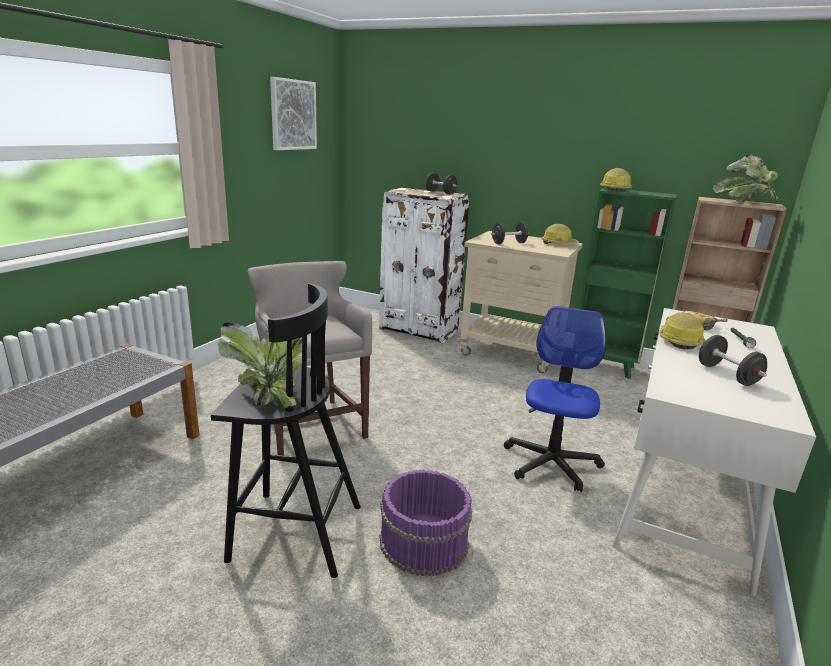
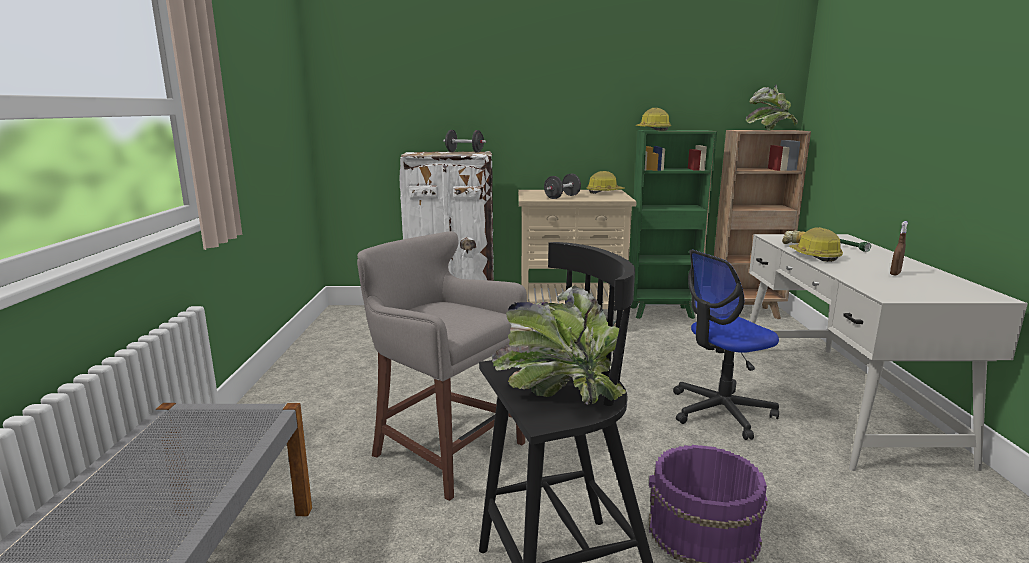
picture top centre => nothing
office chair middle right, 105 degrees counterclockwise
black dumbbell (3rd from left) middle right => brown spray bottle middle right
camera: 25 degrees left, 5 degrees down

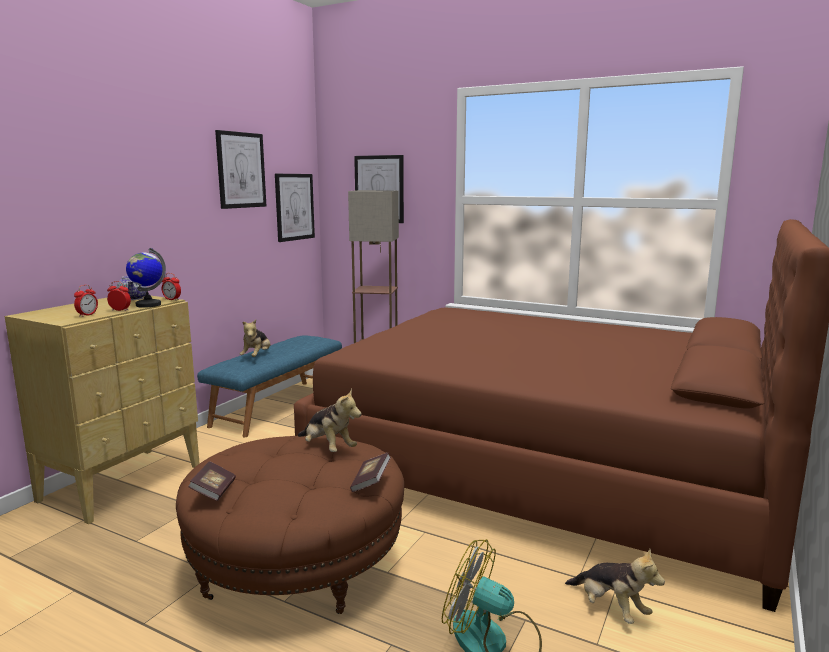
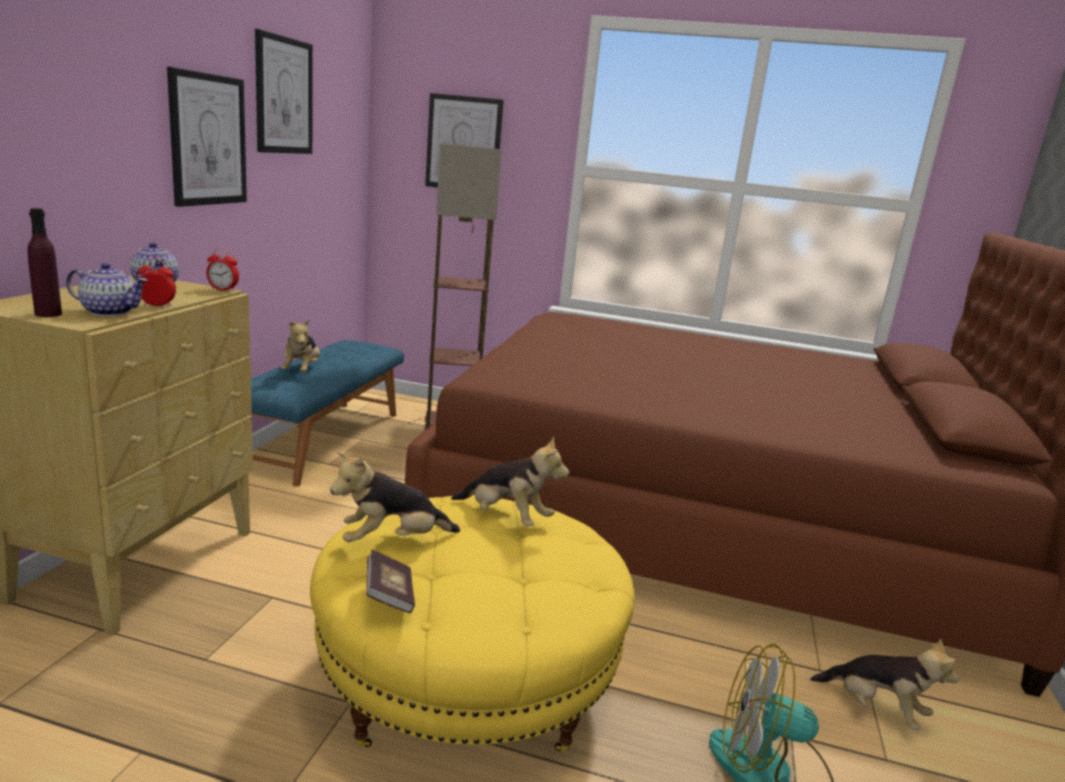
picture (2nd from left in the first image) top centre => picture (1st from left) top left, move
globe middle left => nothing
alarm clock (1st from left) middle left => teapot (1st from left) middle left
brown ottoman bottom centre => yellow ottoman bottom centre
book (2nd from left) bottom centre => nothing
nothing => purple bottle middle left
nothing => plush toy (2nd from left) centre
camera: 15 degrees left, 5 degrees up

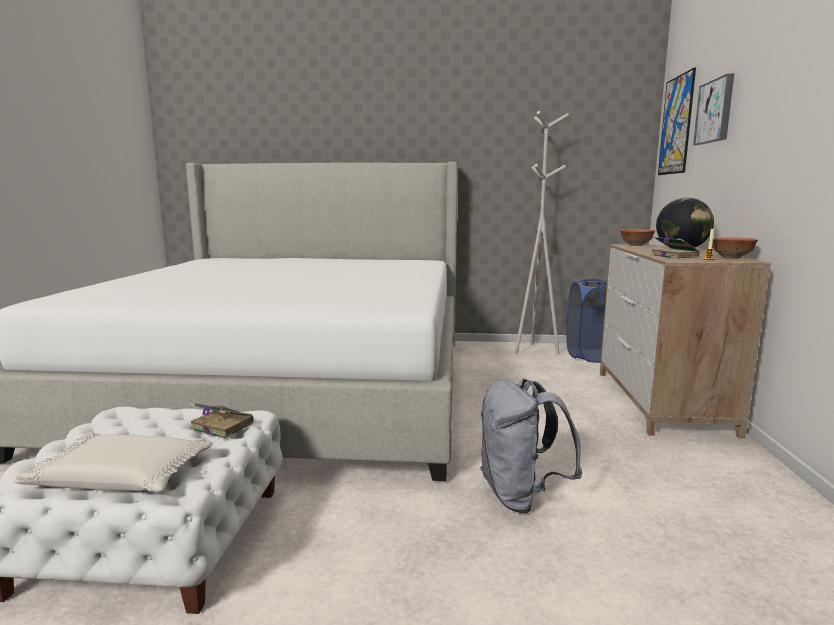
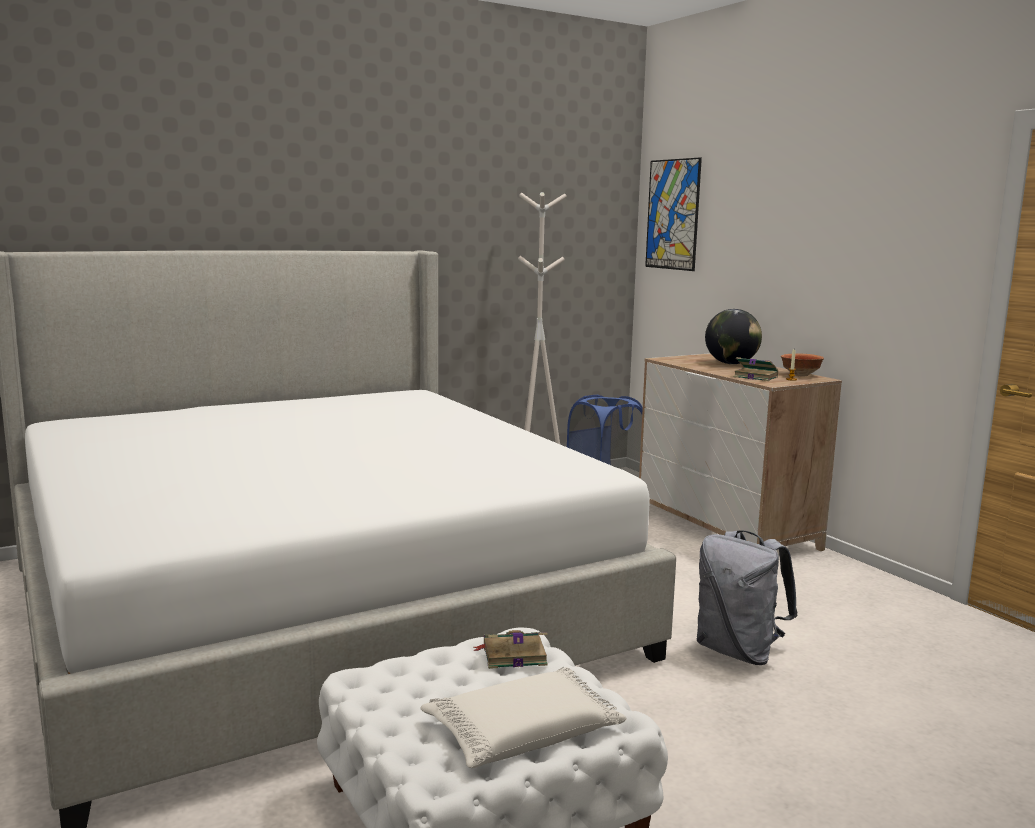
picture (2nd from left) top right => nothing
bowl (1st from left) middle right => nothing
camera: 35 degrees left, 0 degrees up

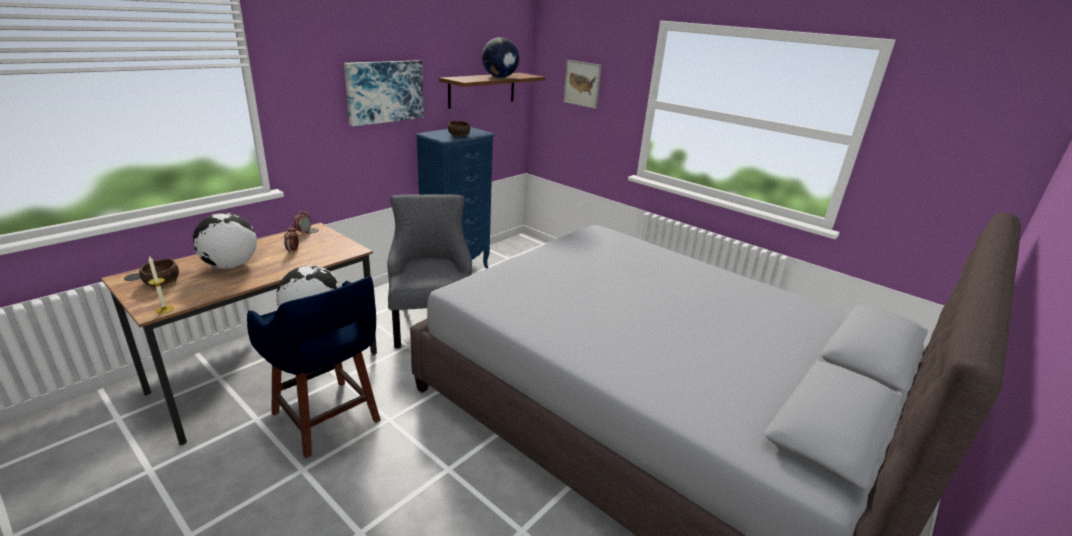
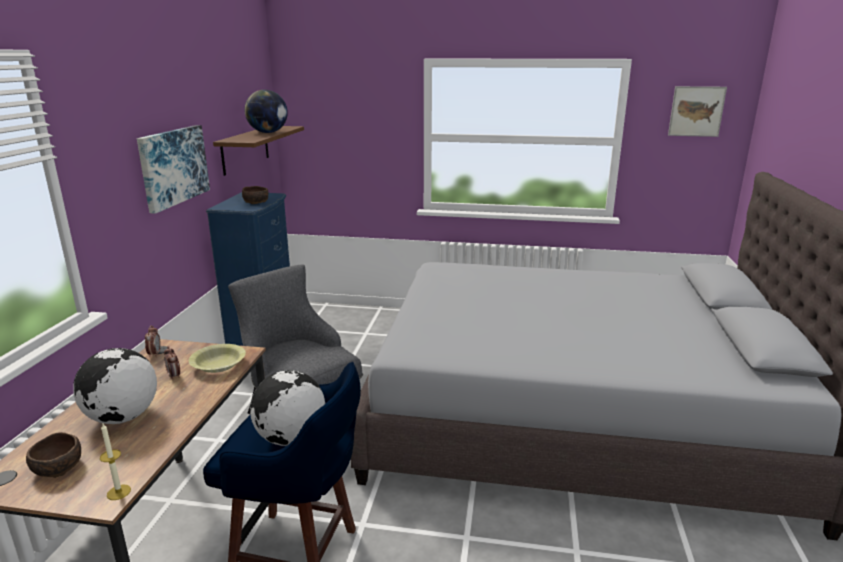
picture (2nd from left) top centre => picture (2nd from left) top right, move
nothing => yellow bowl middle left
camera: 30 degrees left, 5 degrees down

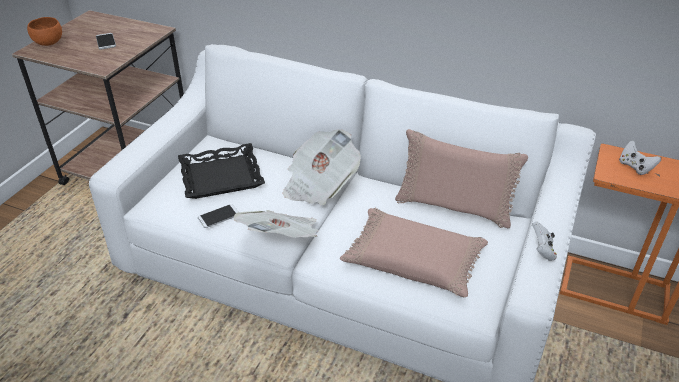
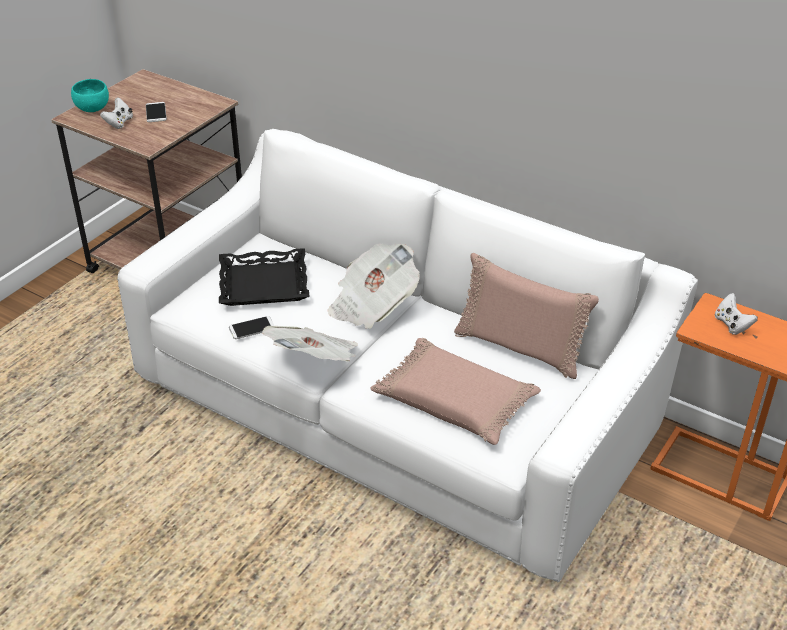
orange bowl top left => turquoise bowl top left
white game controller (1st from left) middle right => white game controller (1st from left) top left, move
camera: 10 degrees right, 0 degrees up

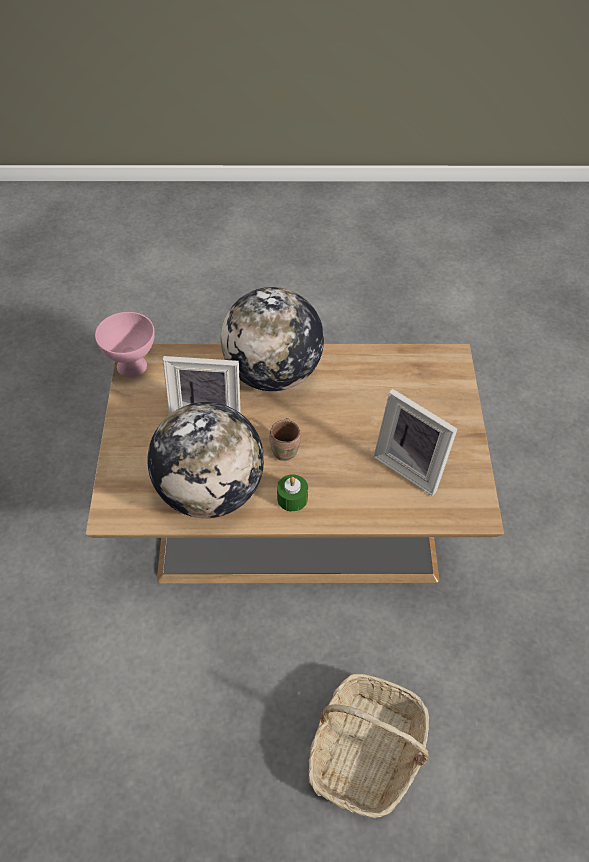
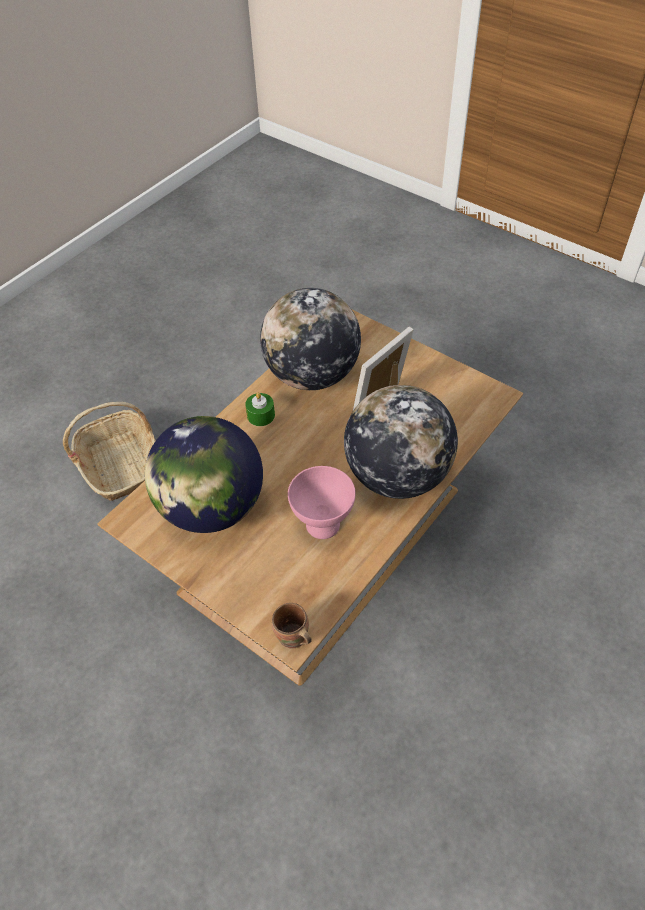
pink bowl middle left => pink bowl centre, move
picture frame (2nd from left) middle right => globe (1st from left) middle left
brown mug centre => brown mug bottom centre, move
camera: 130 degrees right, 0 degrees up

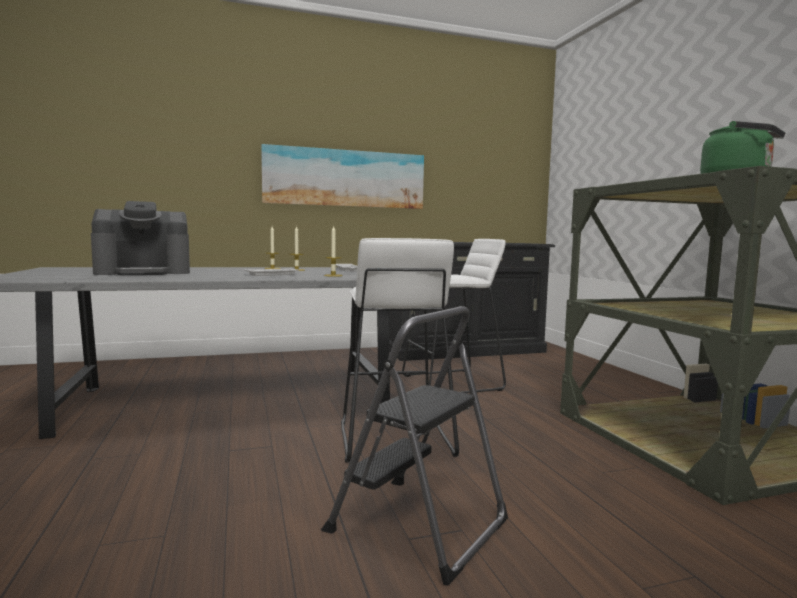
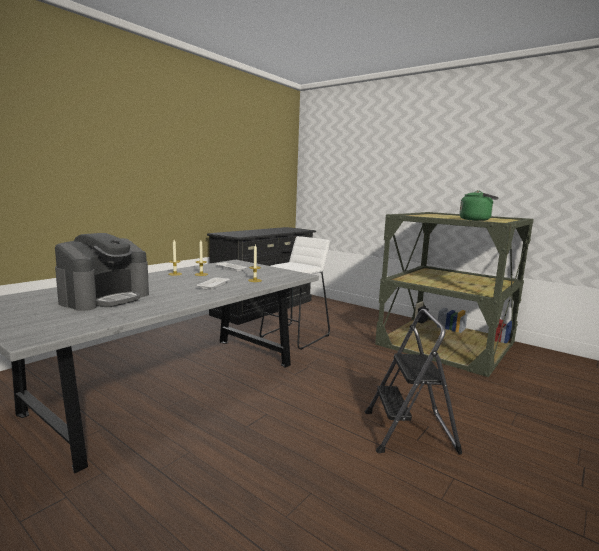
picture top centre => nothing
white stool (1st from left) centre => nothing
camera: 35 degrees left, 5 degrees up

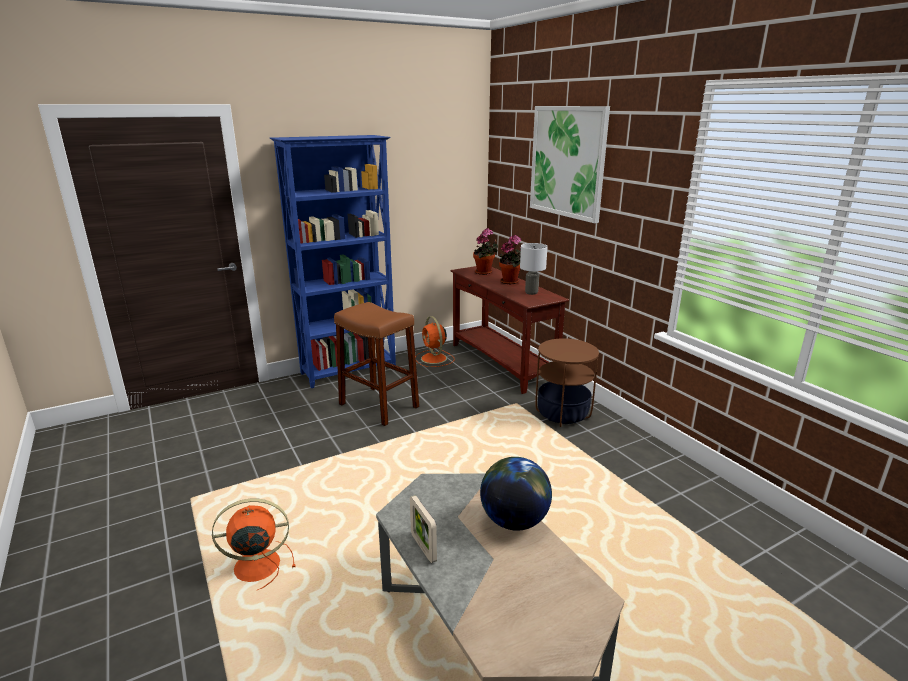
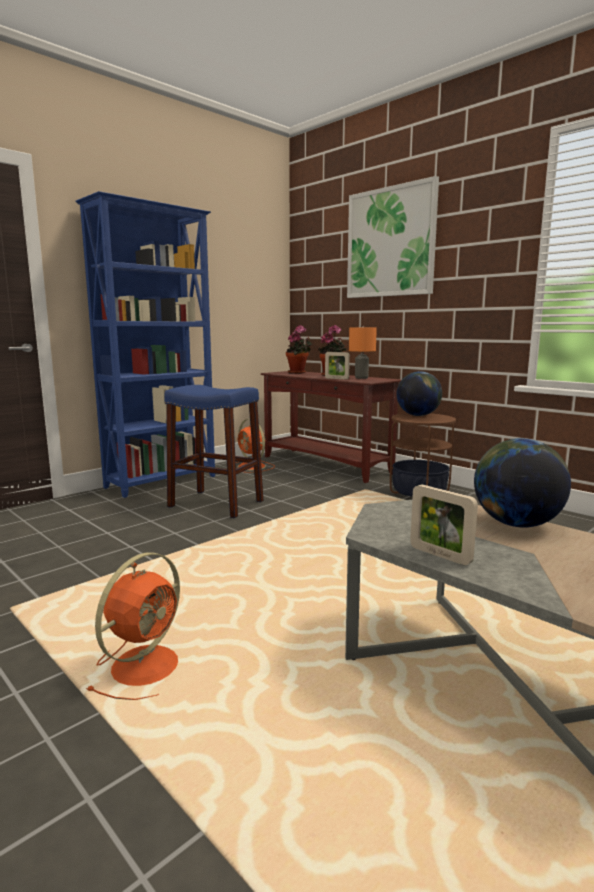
white table lamp centre => orange table lamp centre
brown stool centre => blue stool centre
orange fan (1st from left) bottom left, 150 degrees clockwise
nothing => picture frame (1st from left) centre
nothing => globe (1st from left) middle right
camera: 15 degrees left, 10 degrees down

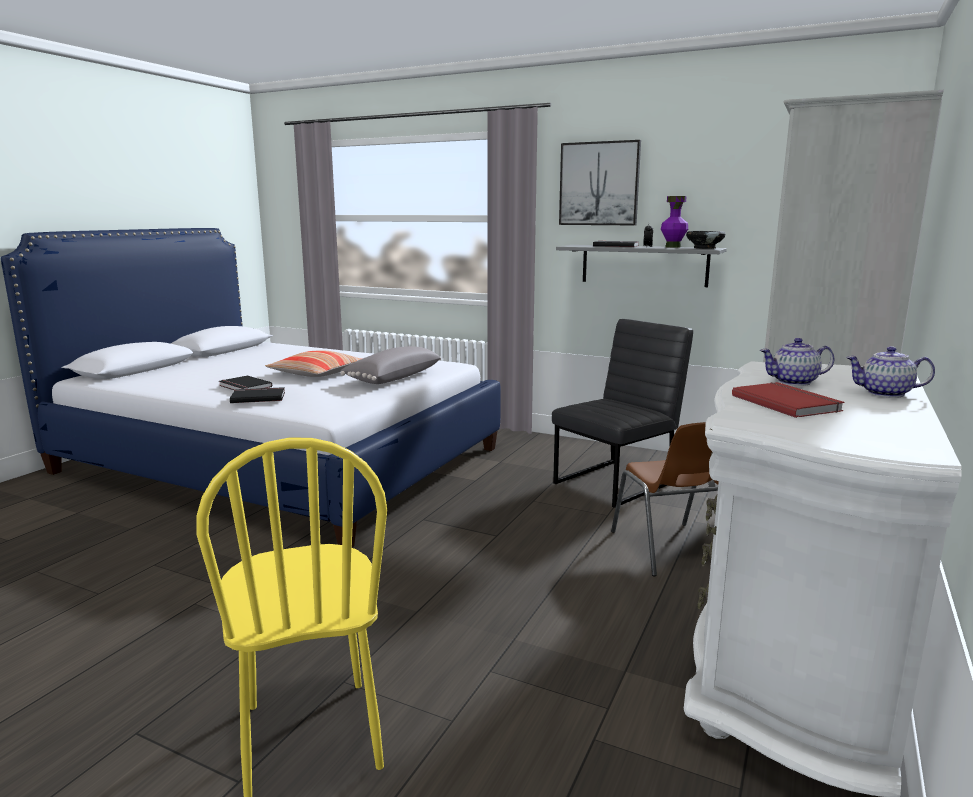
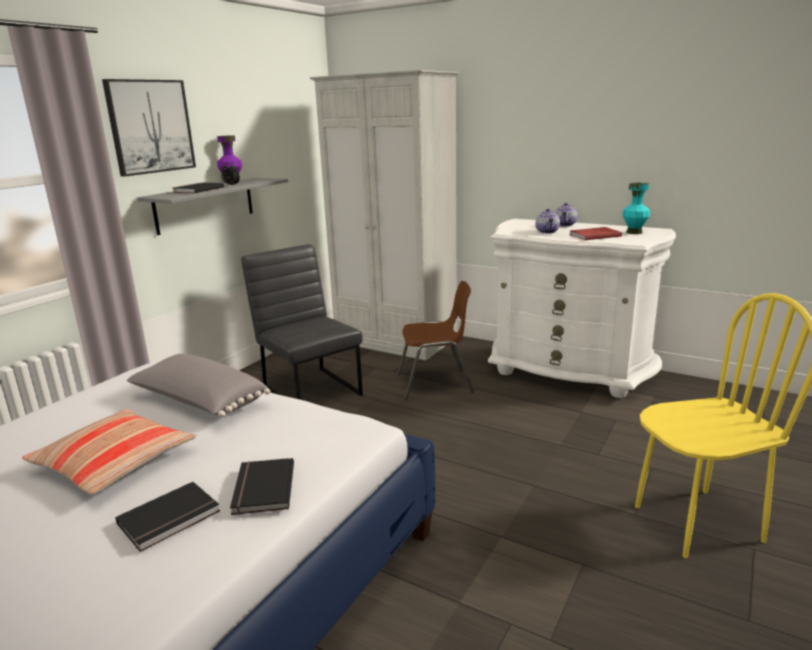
black bowl top right => nothing
nothing => turquoise vase top right
camera: 85 degrees left, 5 degrees up

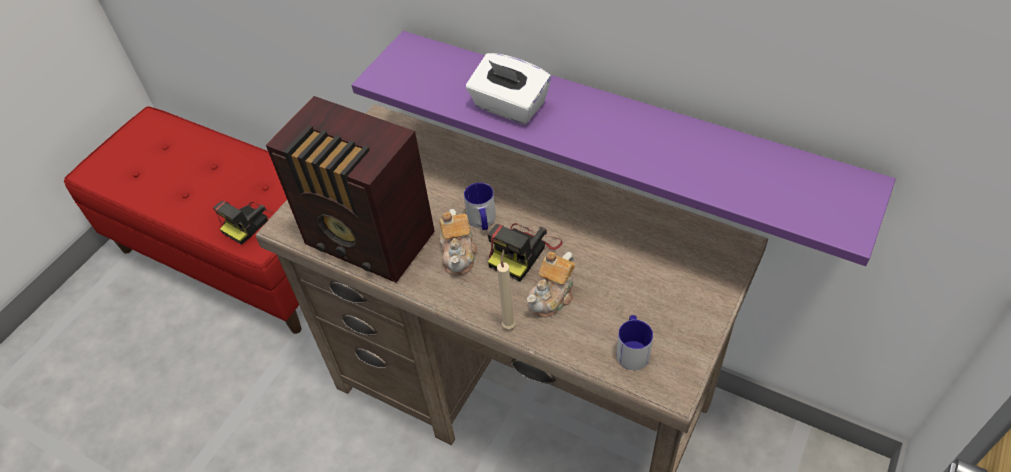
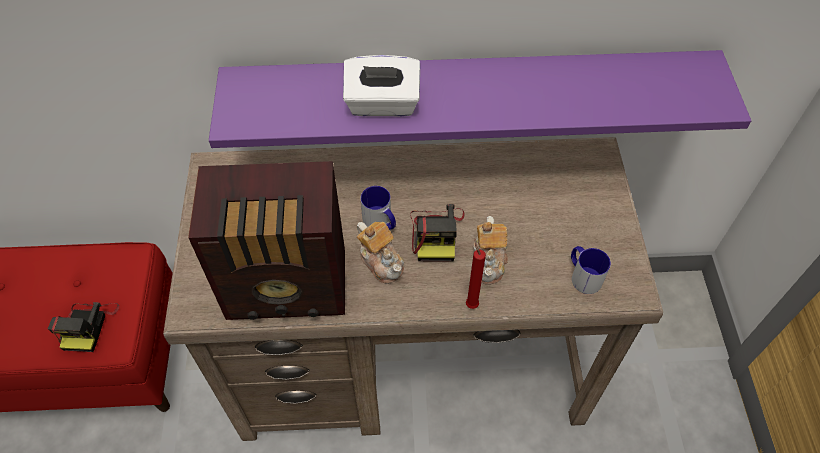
beige candle centre => red candle centre
camera: 35 degrees left, 5 degrees up

